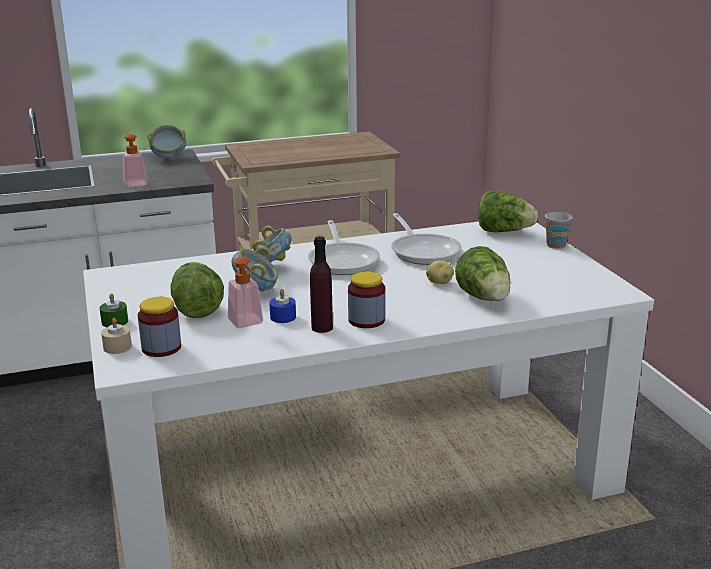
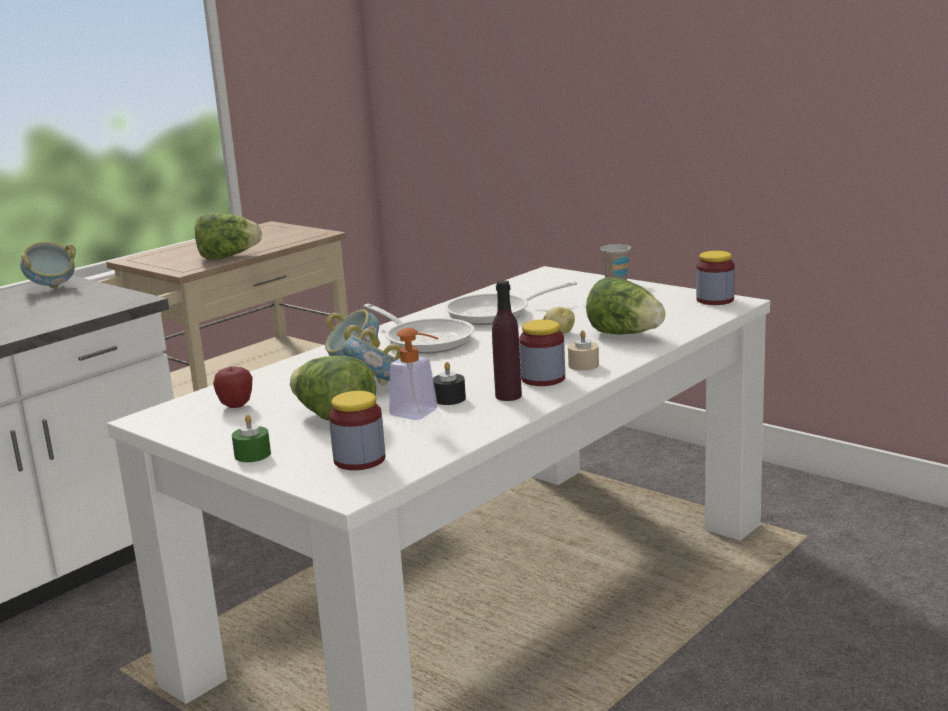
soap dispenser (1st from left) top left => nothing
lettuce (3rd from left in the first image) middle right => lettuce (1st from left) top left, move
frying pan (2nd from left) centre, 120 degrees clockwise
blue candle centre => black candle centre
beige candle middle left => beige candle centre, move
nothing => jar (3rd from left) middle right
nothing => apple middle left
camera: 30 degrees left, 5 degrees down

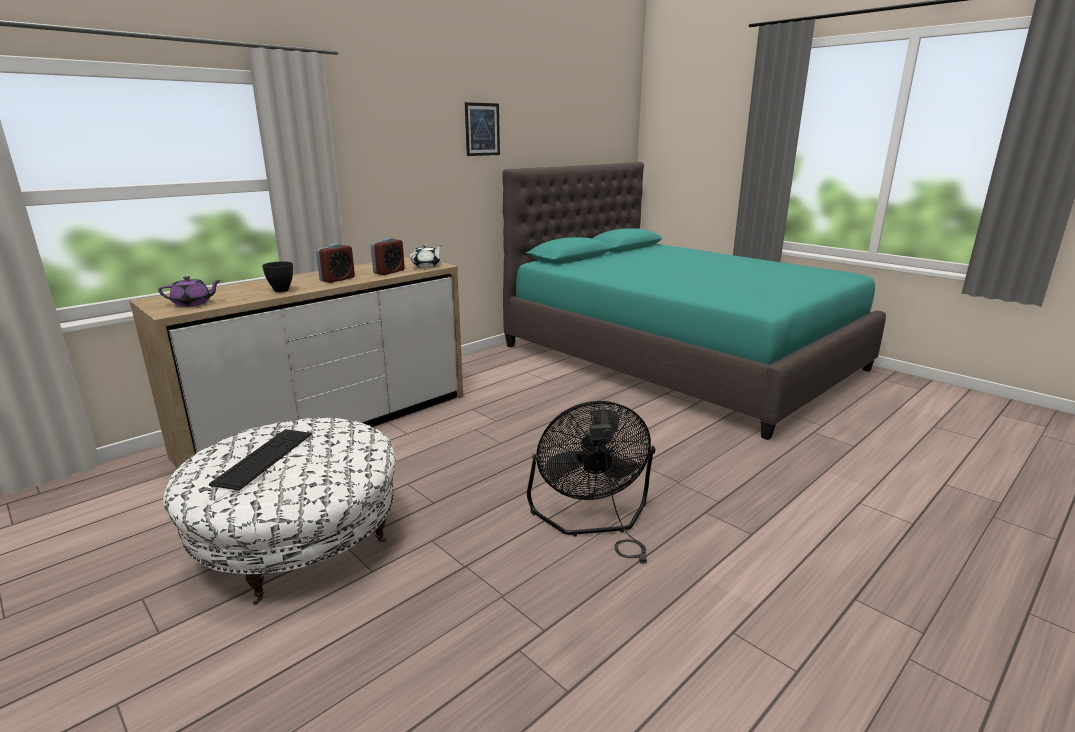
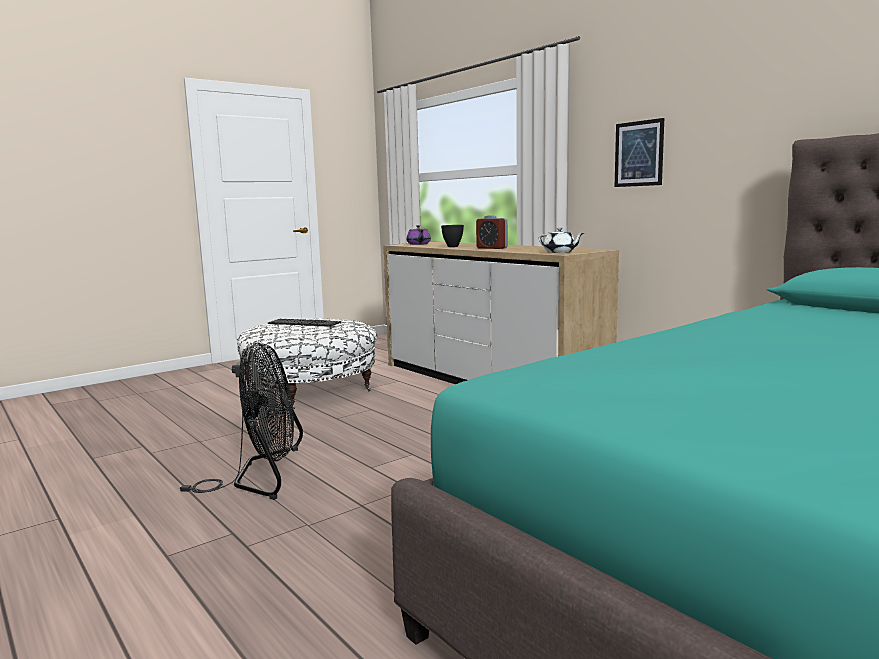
picture top centre => picture top right, move
alarm clock (2nd from left) centre => nothing
camera: 95 degrees right, 10 degrees down

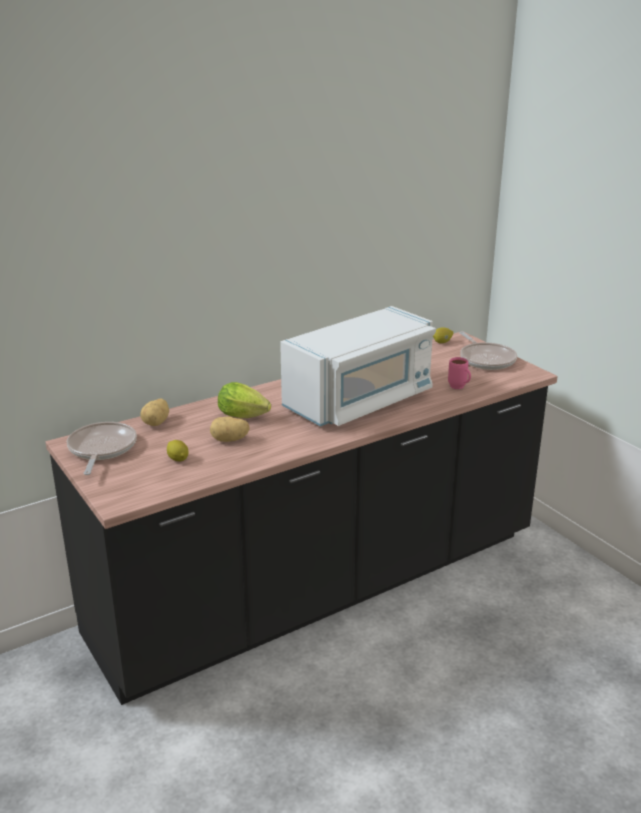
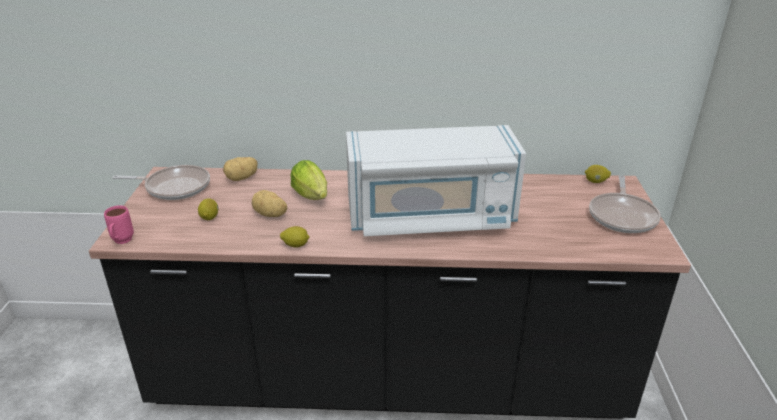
pink mug middle right => pink mug middle left, move
frying pan (1st from left) middle left, 60 degrees clockwise
nothing => lemon (2nd from left) centre
camera: 35 degrees right, 5 degrees up

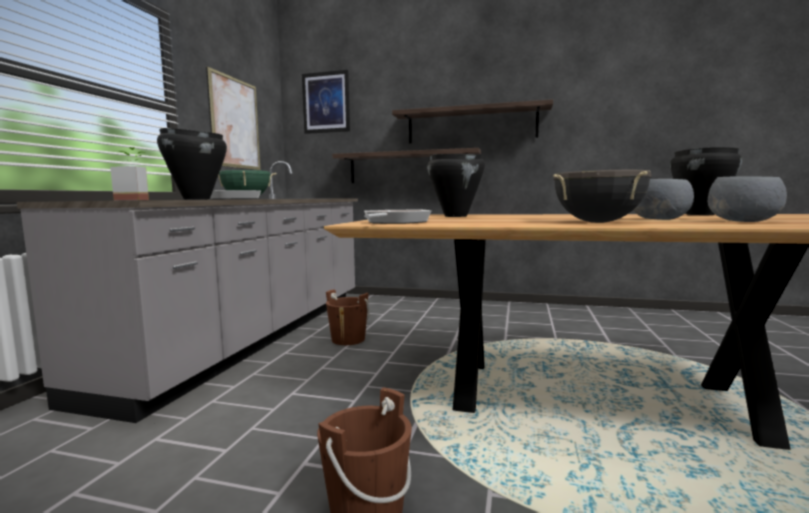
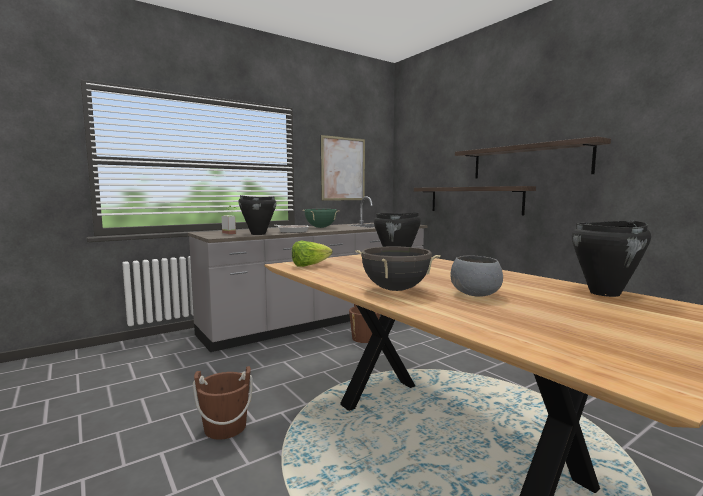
picture (2nd from left) top centre => nothing
grey bowl (2nd from left) middle right => nothing
frying pan (2nd from left) centre => lettuce centre
camera: 40 degrees right, 0 degrees up

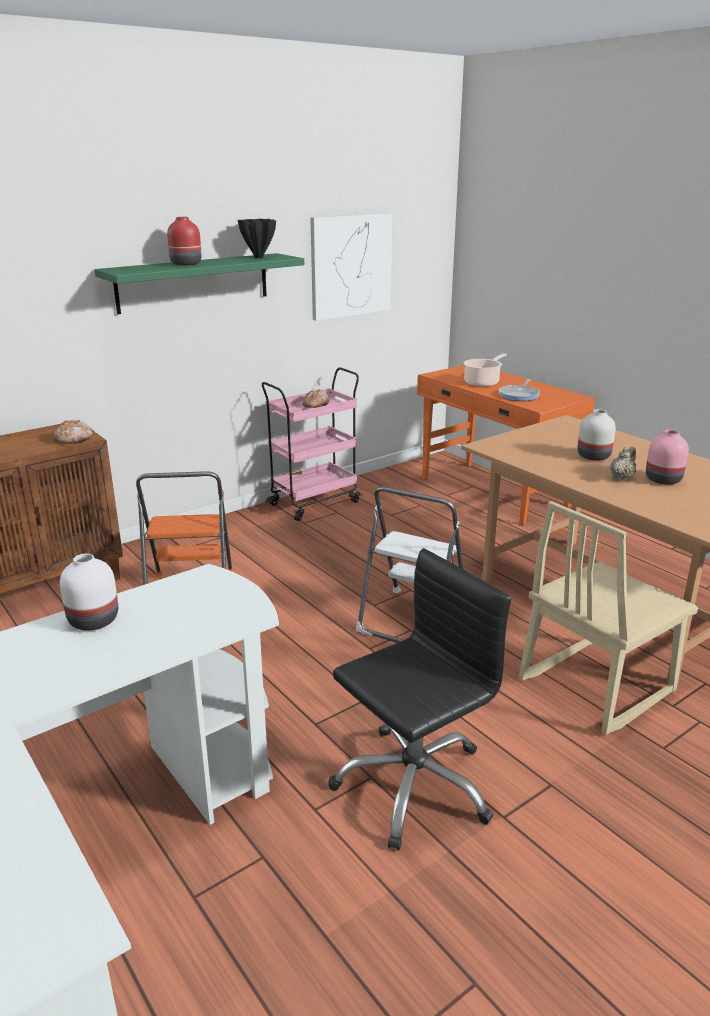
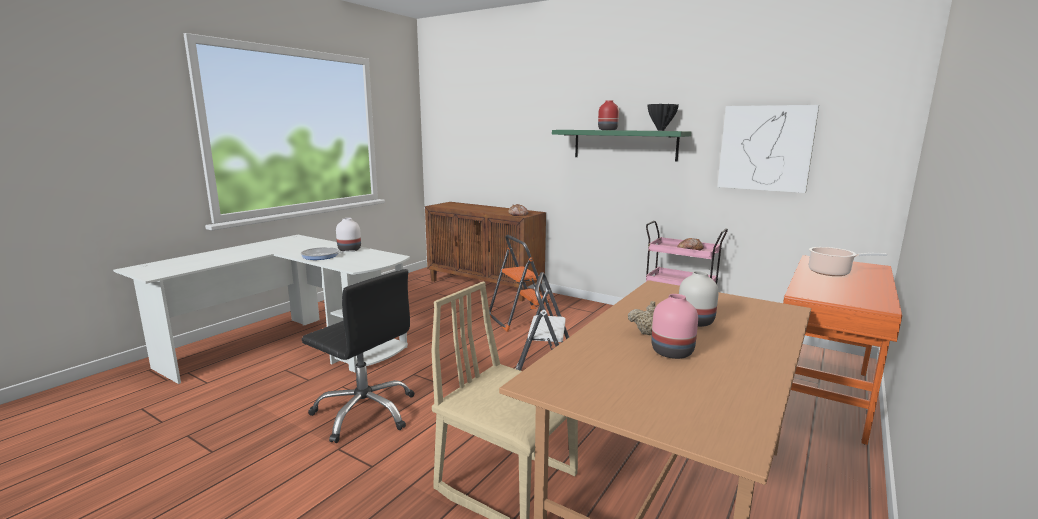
frying pan middle right => frying pan middle left, move
camera: 70 degrees right, 10 degrees down

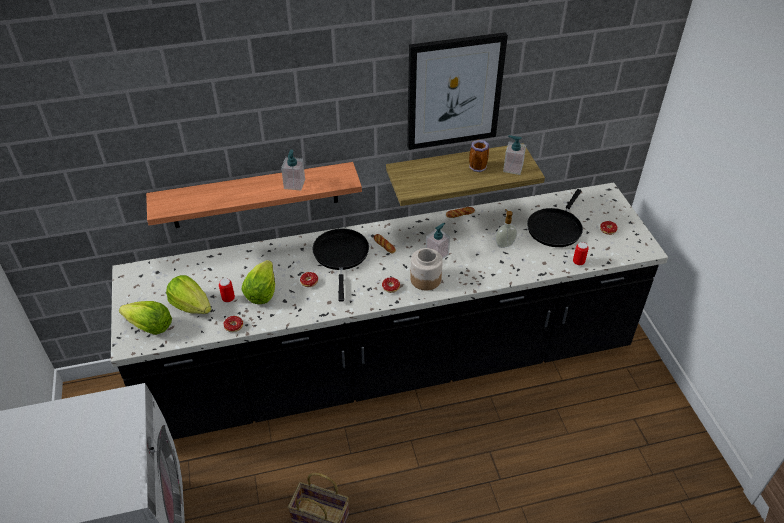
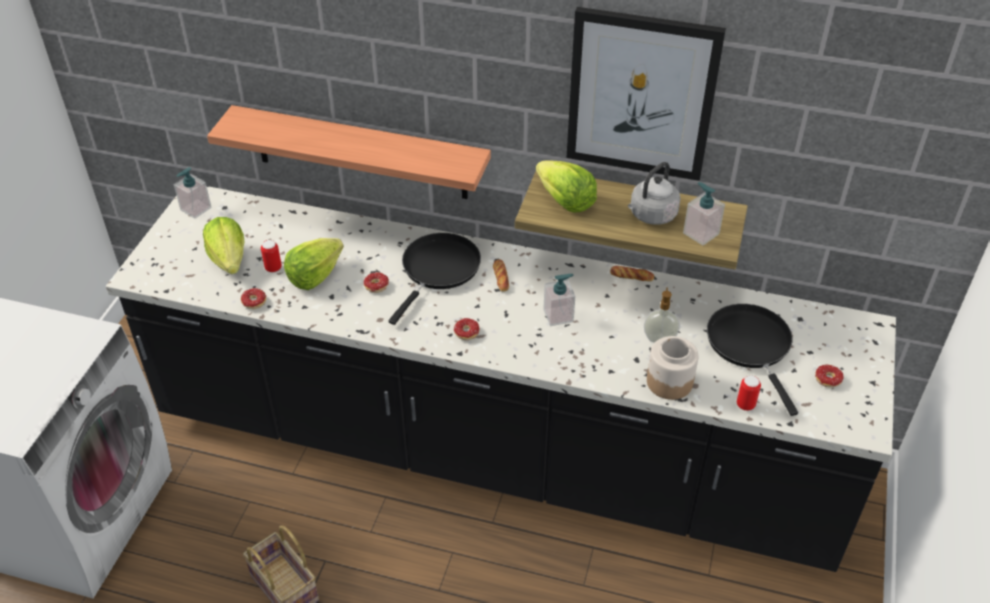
mug top centre => grey kettle top centre
soap dispenser (1st from left) top centre => soap dispenser (1st from left) top left, move
black frying pan (2nd from left) middle right, 105 degrees clockwise
jar centre => jar middle right, move
lettuce (1st from left in the first image) middle left => lettuce (3rd from left) top centre, move
camera: 30 degrees right, 0 degrees up

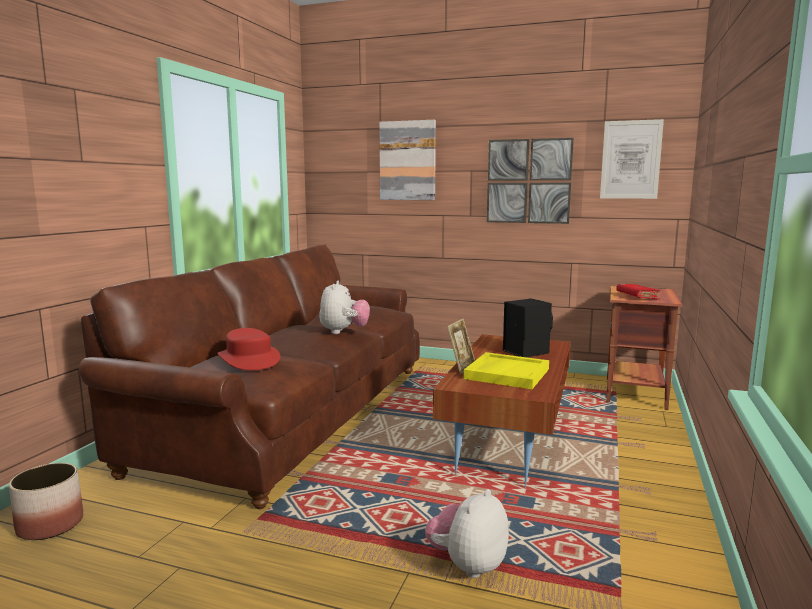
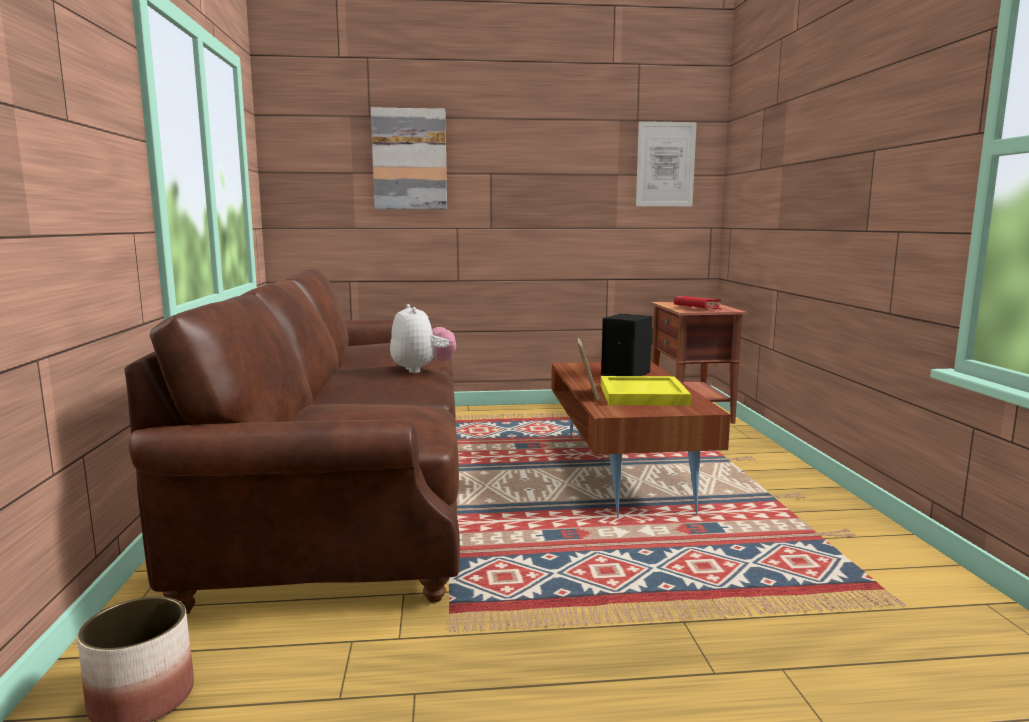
picture (2nd from left) top centre => nothing
red hat middle left => nothing
plush toy (2nd from left) bottom centre => nothing
camera: 25 degrees left, 0 degrees up

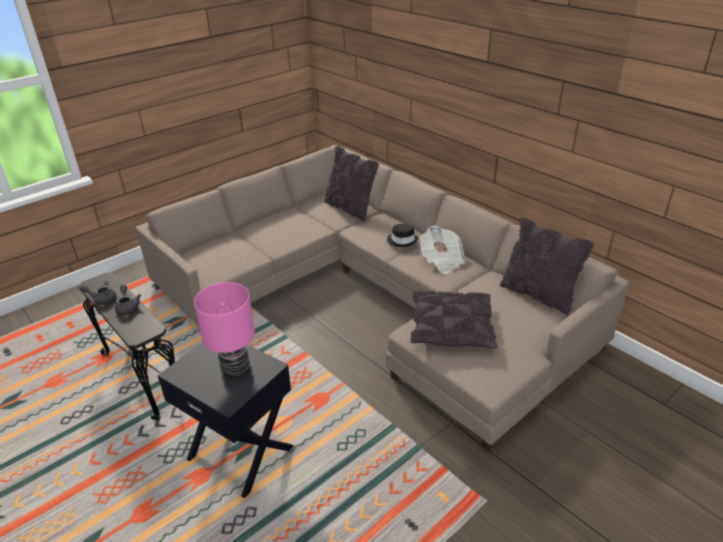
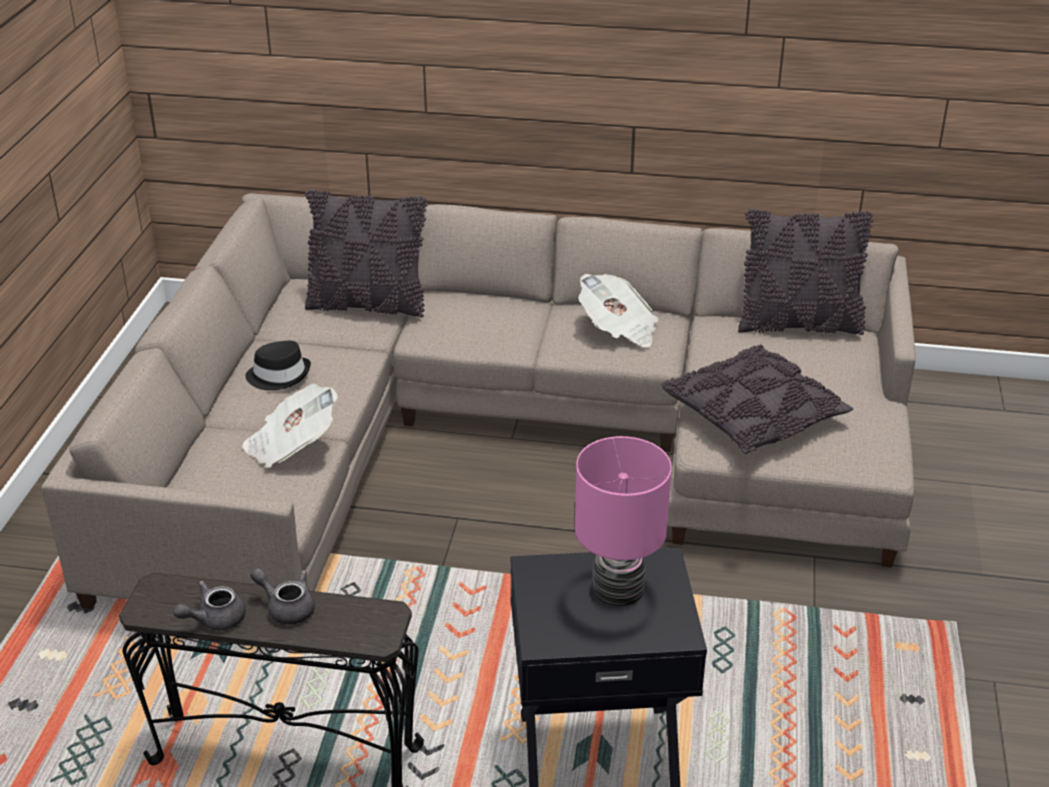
black hat centre => black hat middle left, move
nothing => newspaper (1st from left) middle left
camera: 40 degrees left, 0 degrees up

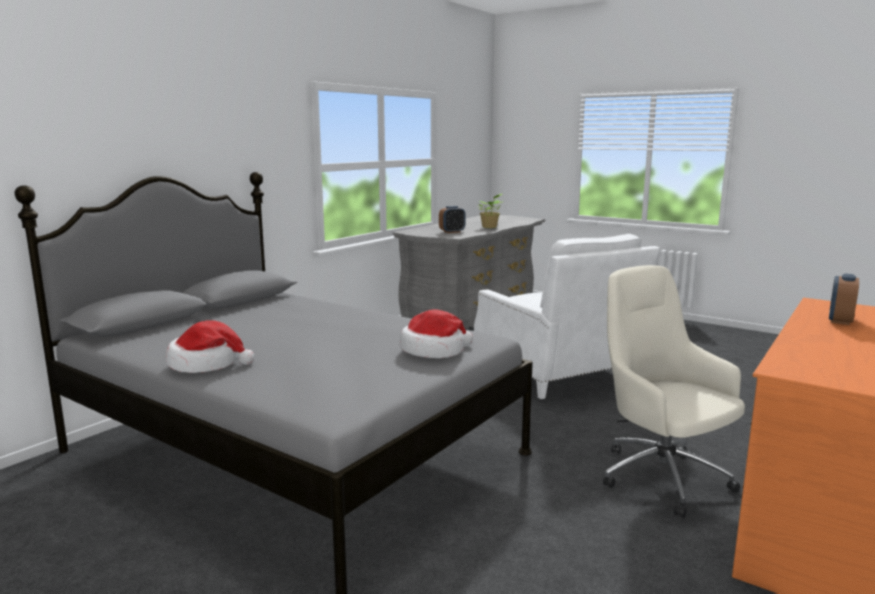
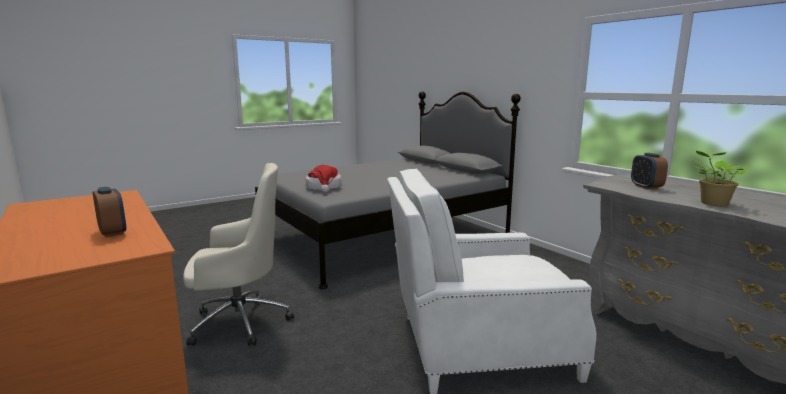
hat (1st from left) middle left => nothing
camera: 110 degrees right, 0 degrees up

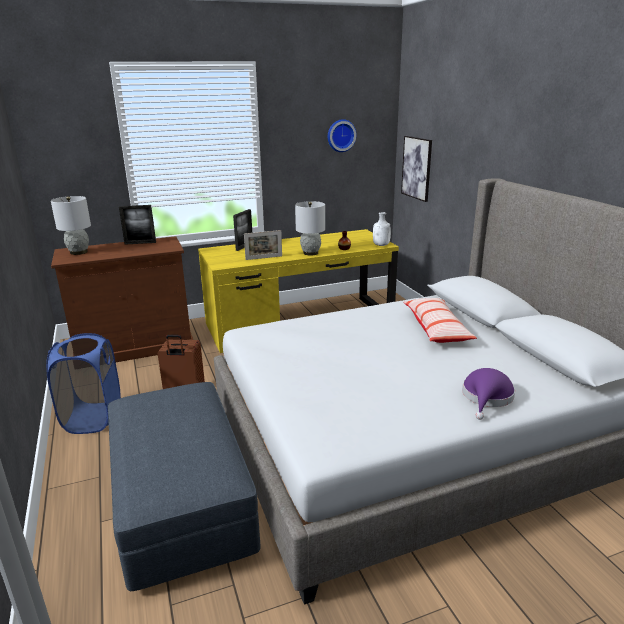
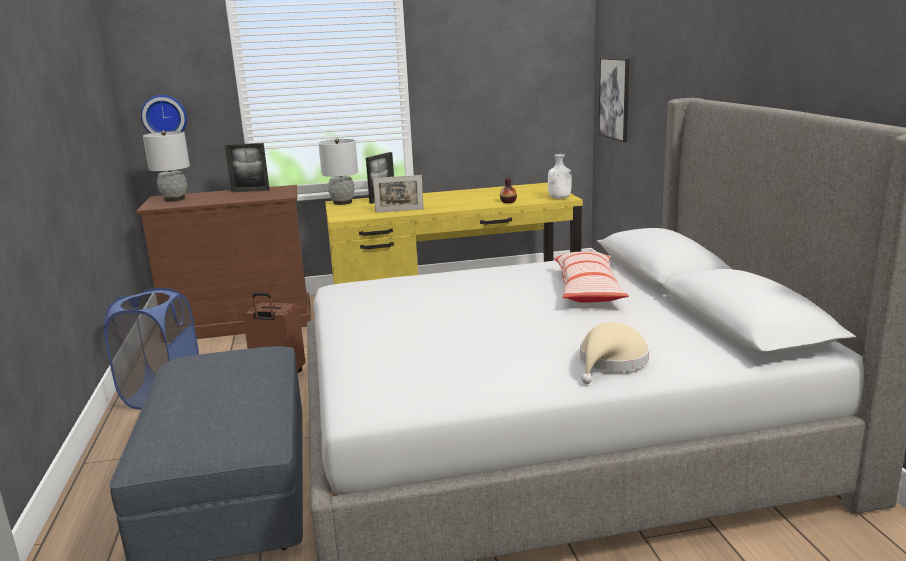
wall clock top centre => wall clock top left, move
white table lamp (2nd from left) centre => white table lamp (2nd from left) top centre, move
purple hat middle right => beige hat middle right
camera: 10 degrees right, 5 degrees down

